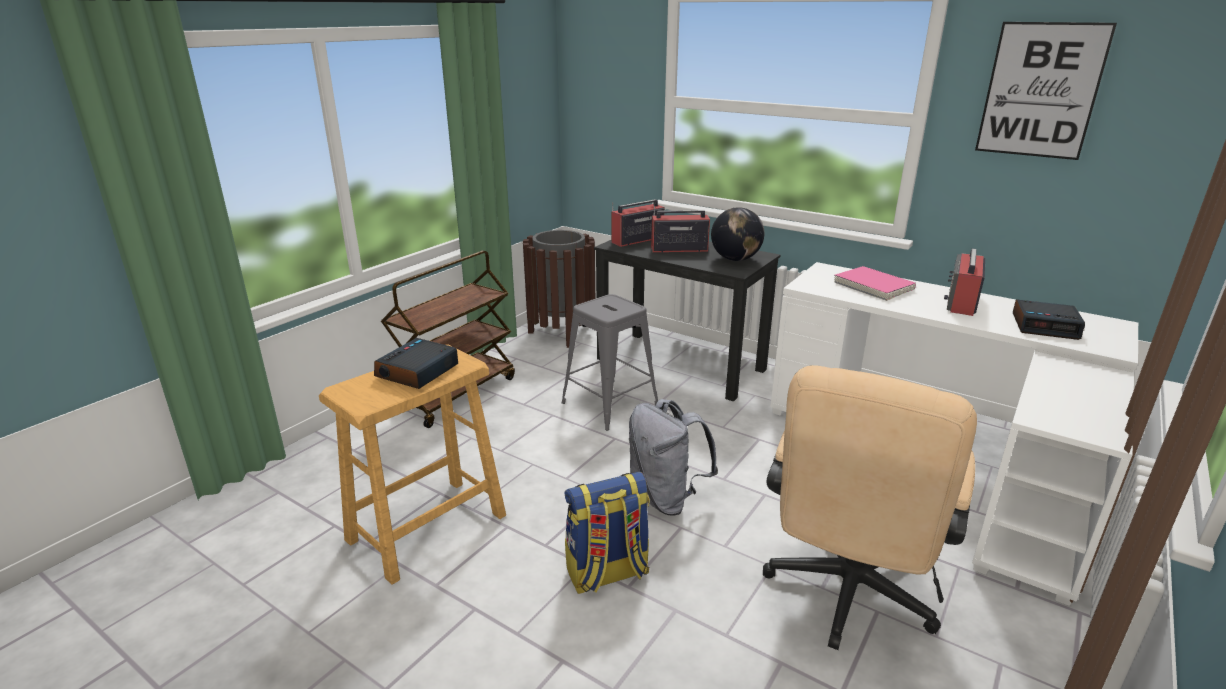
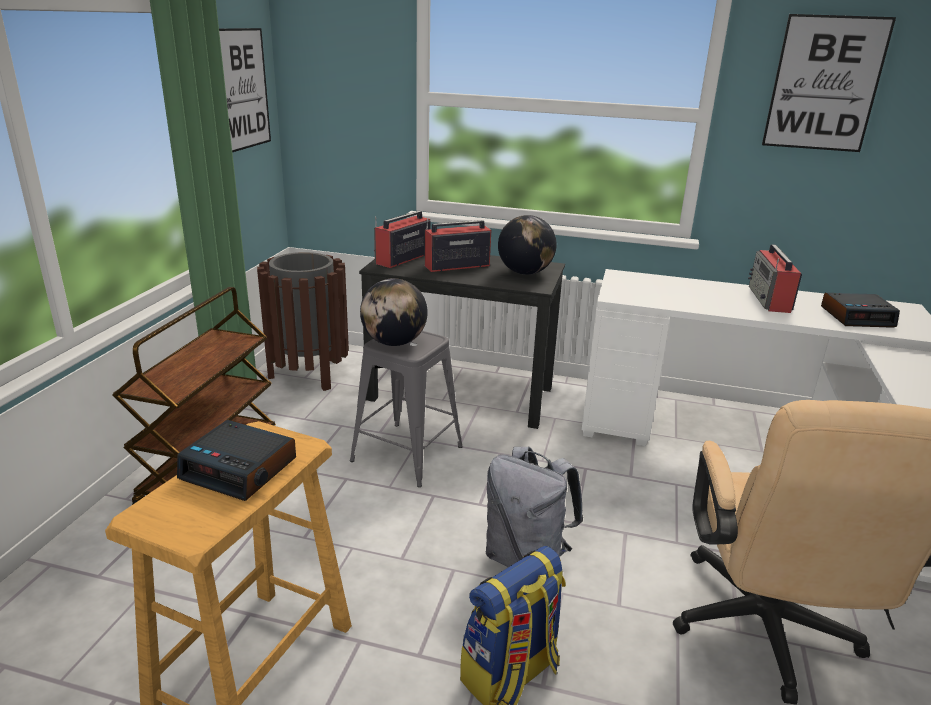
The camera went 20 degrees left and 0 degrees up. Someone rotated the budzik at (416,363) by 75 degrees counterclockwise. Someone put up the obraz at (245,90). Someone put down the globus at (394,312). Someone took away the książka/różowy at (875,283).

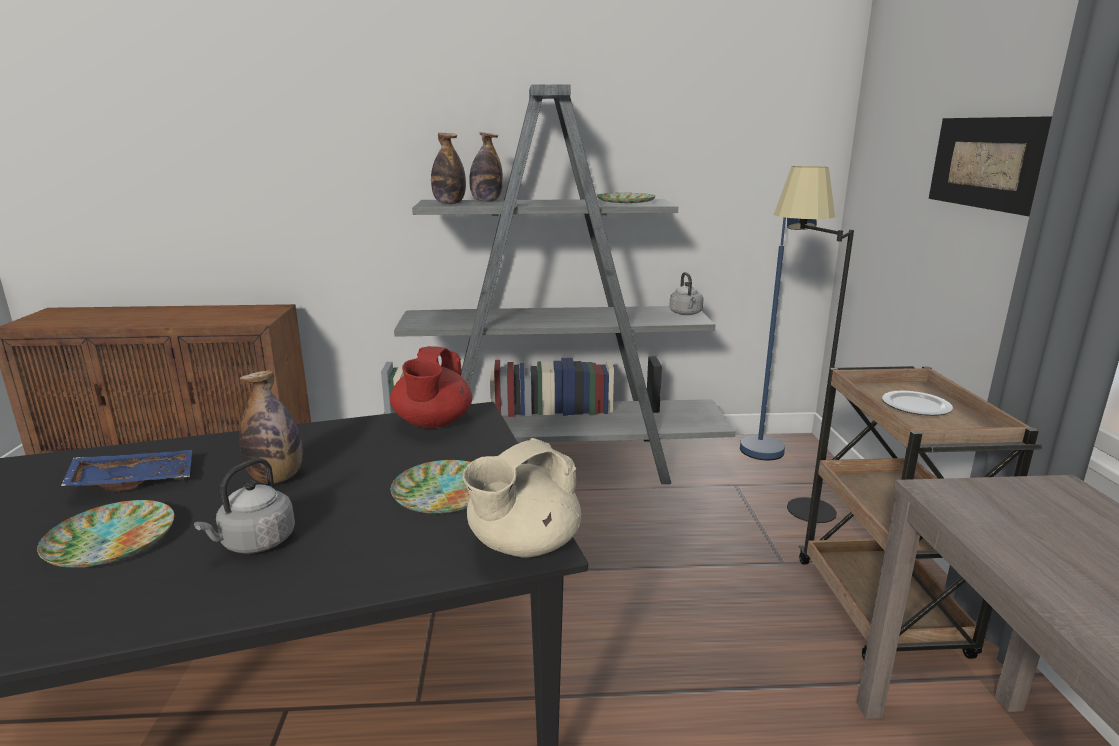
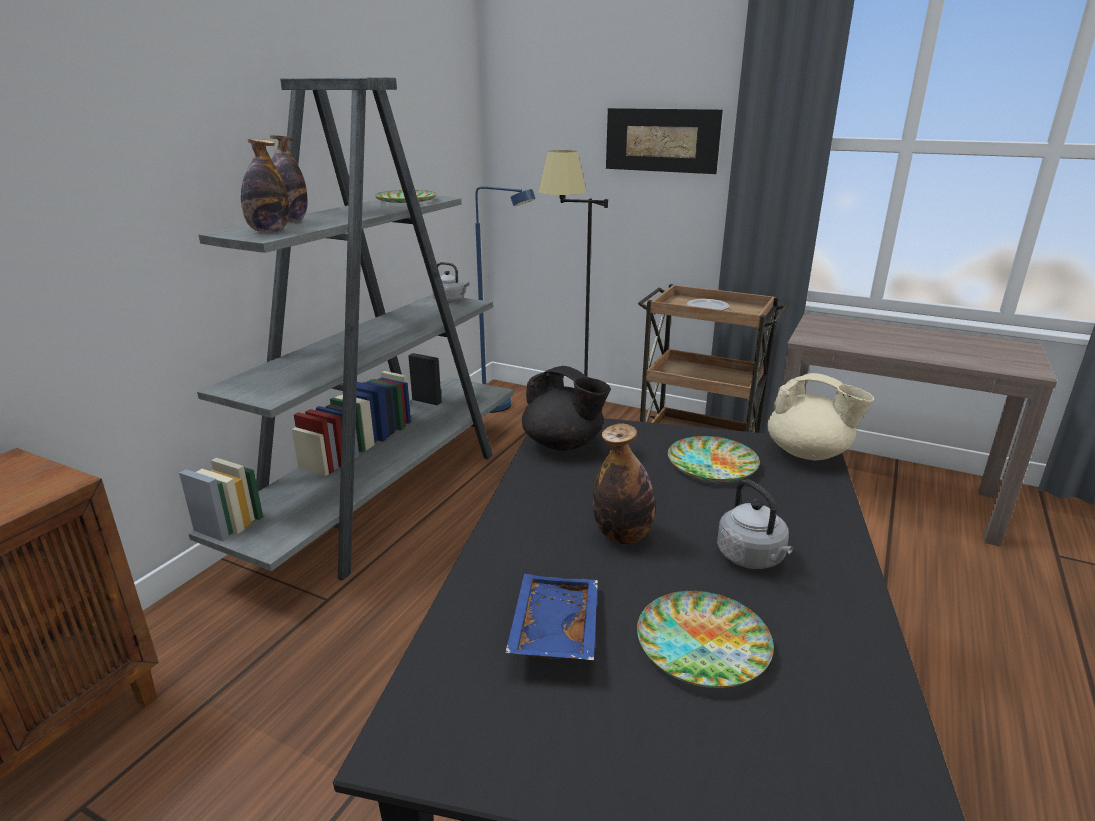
The camera went 60 degrees left and 5 degrees up. Someone repainted the imbryk/czerwony at (431,387), which became the imbryk/czarny at (566,408). Someone rotated the imbryk/beżowy at (522,498) by 45 degrees counterclockwise.

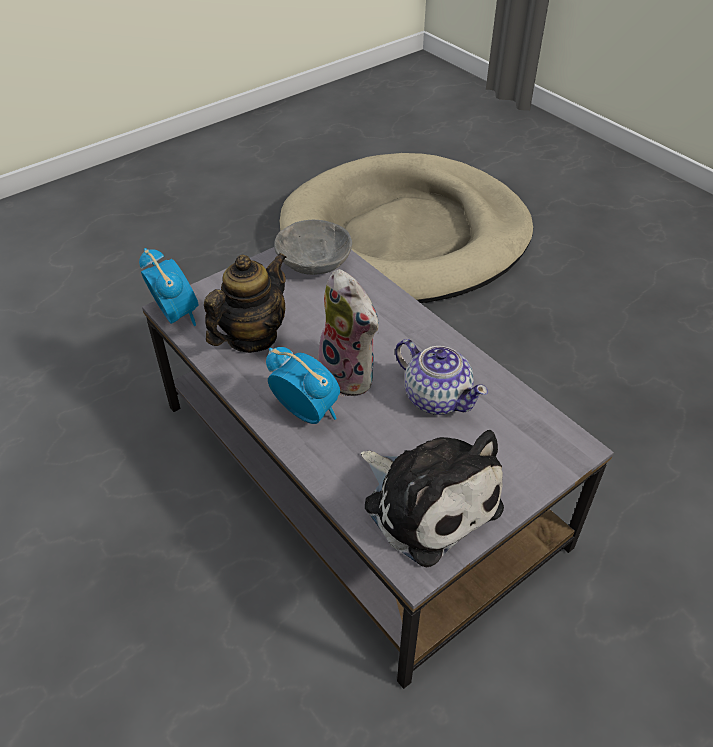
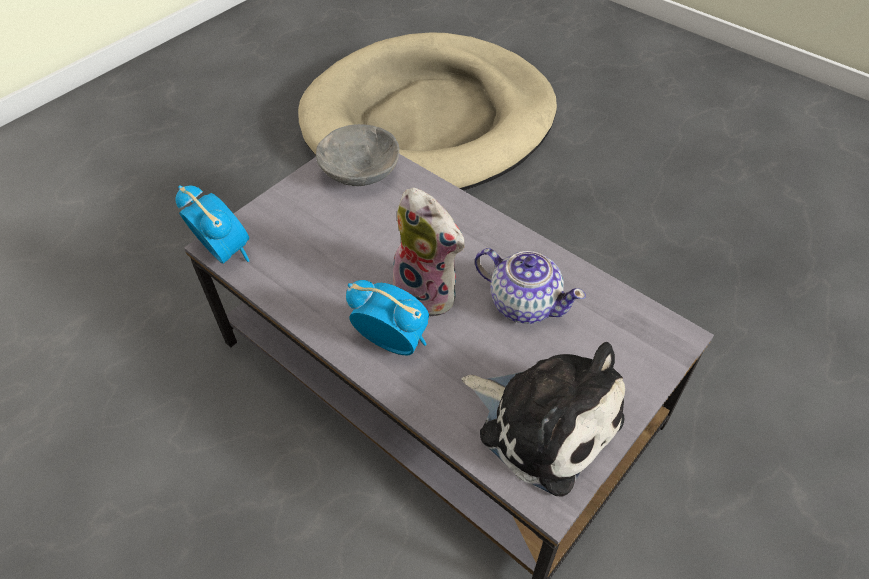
The camera went 10 degrees left and 5 degrees up. Someone took away the imbryk at (245,302).

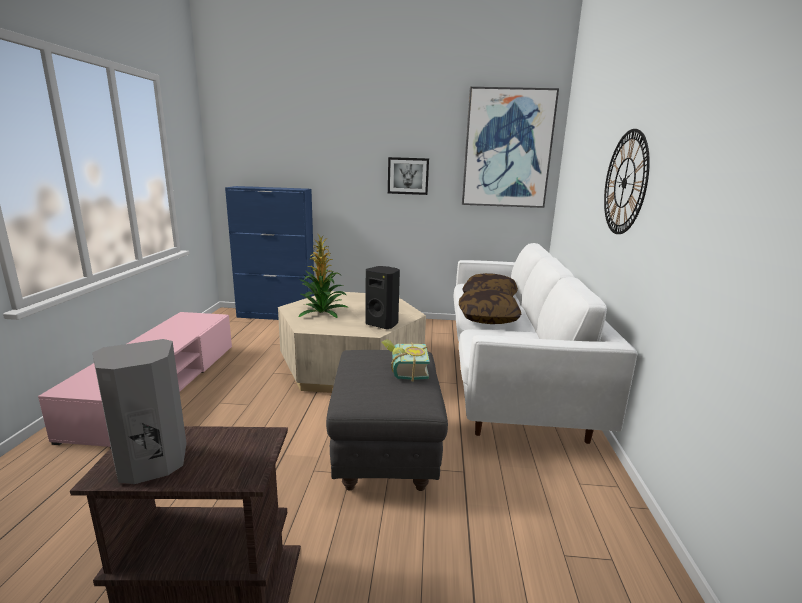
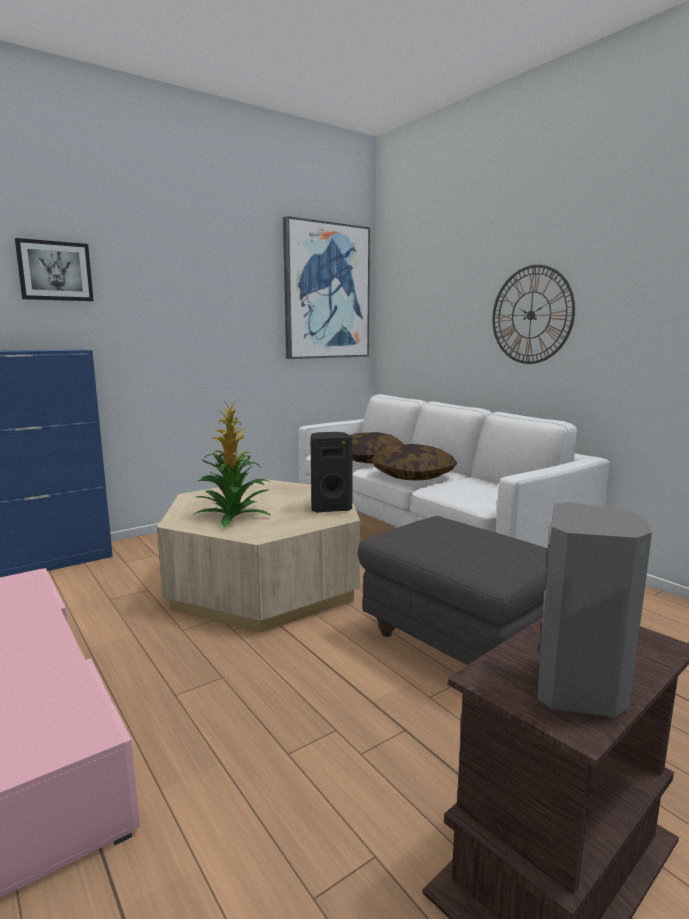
The camera went 40 degrees left and 5 degrees down. Someone carried the obraz from (408,176) to (54,269). Someone took away the książka at (406,360).

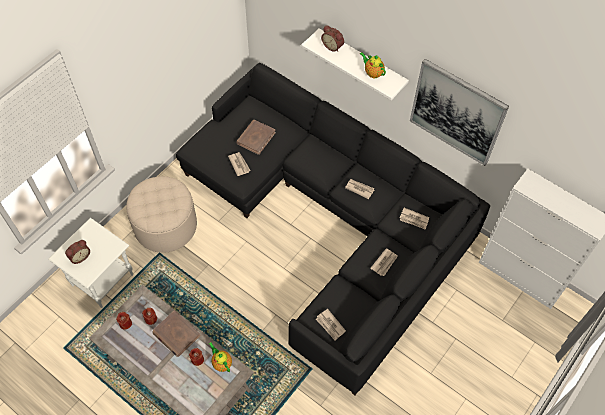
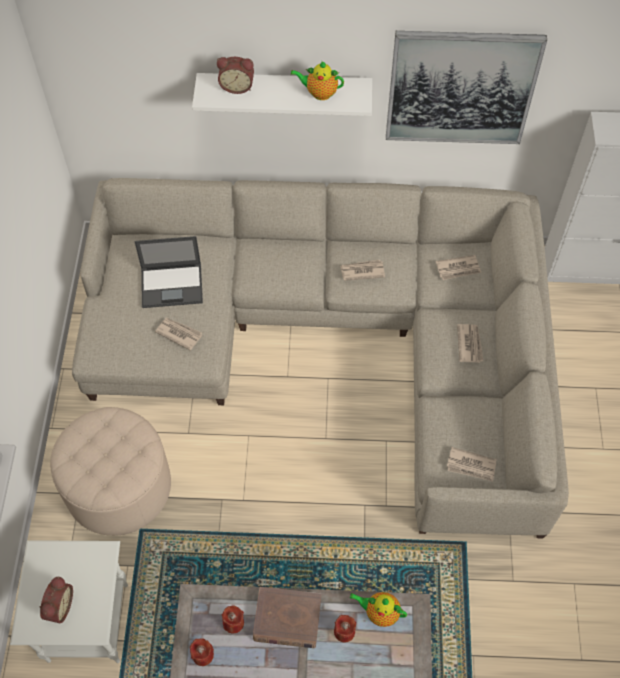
The camera went 35 degrees left and 0 degrees up. Someone repainted the kanapa/czarny at (333,229), which became the kanapa/beżowy at (320,358). Someone swapped the książka/brązowy at (256,137) for the laptop at (168,272).

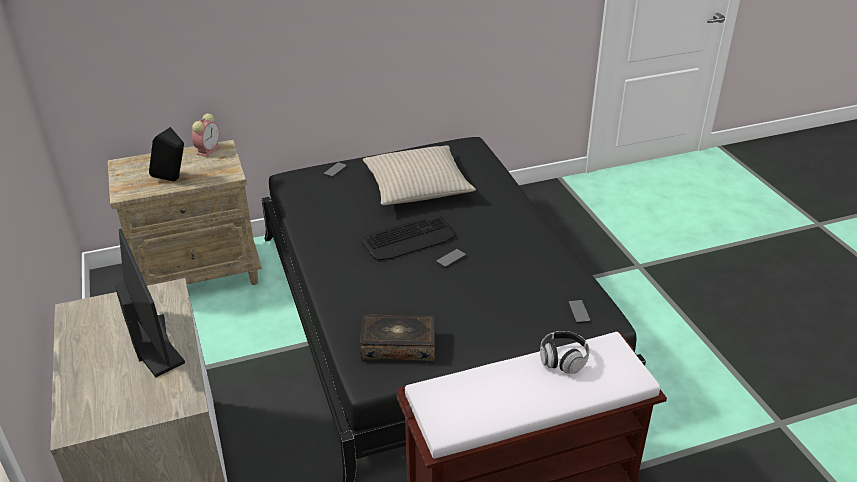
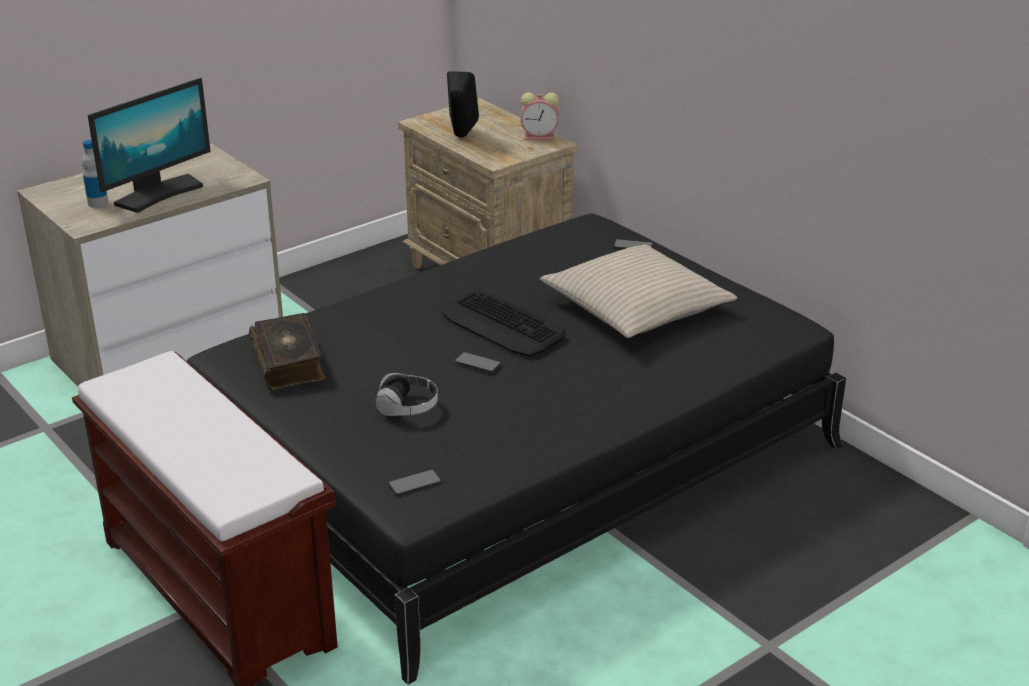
The camera went 70 degrees right and 5 degrees down. Someone put down the butelka at (95,174). Someone carried the słuchawki from (565,352) to (406,394).

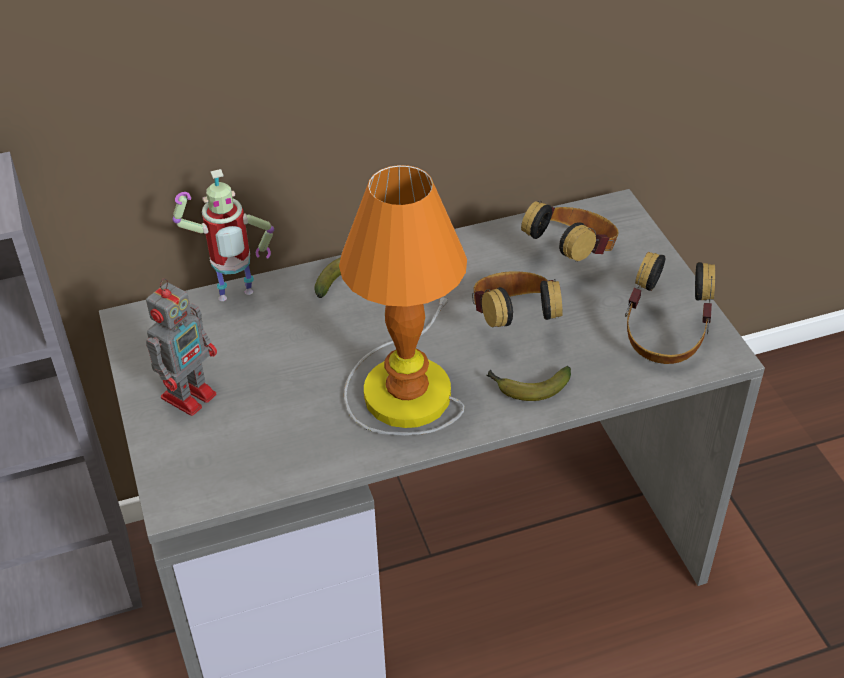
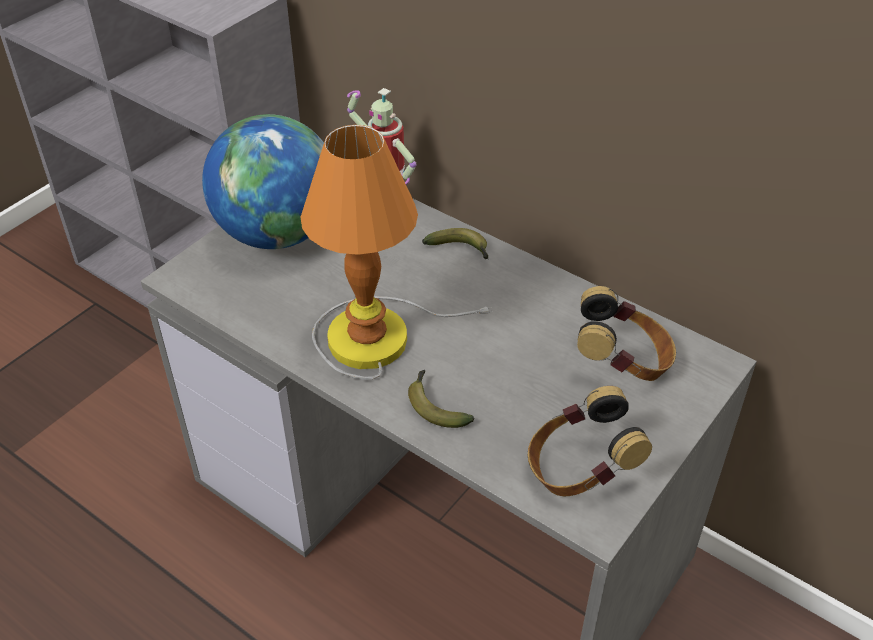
The camera went 55 degrees right and 0 degrees up. Someone swapped the robot zabawkowy at (181,347) for the globus at (263,181). Someone took away the słuchawki at (517,299).

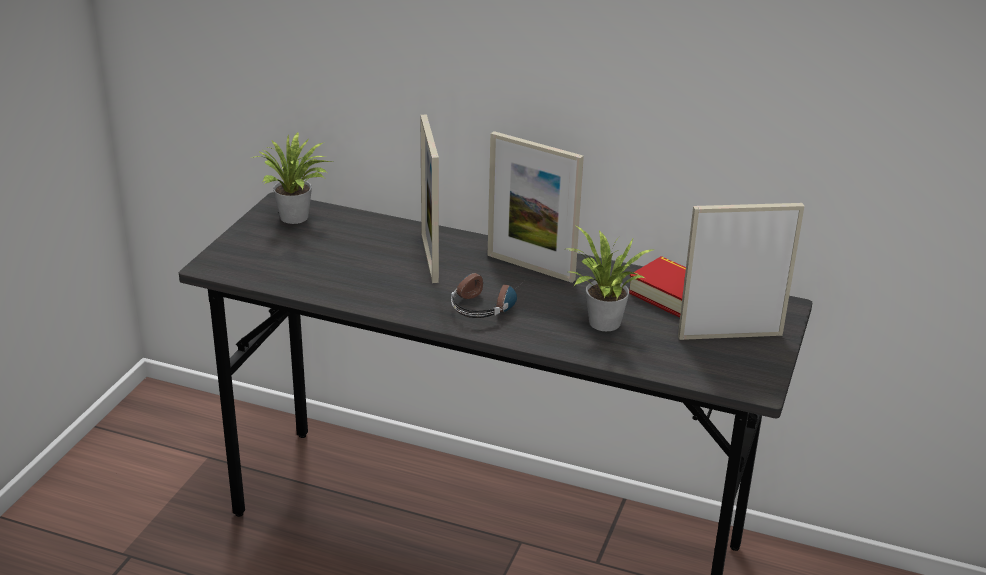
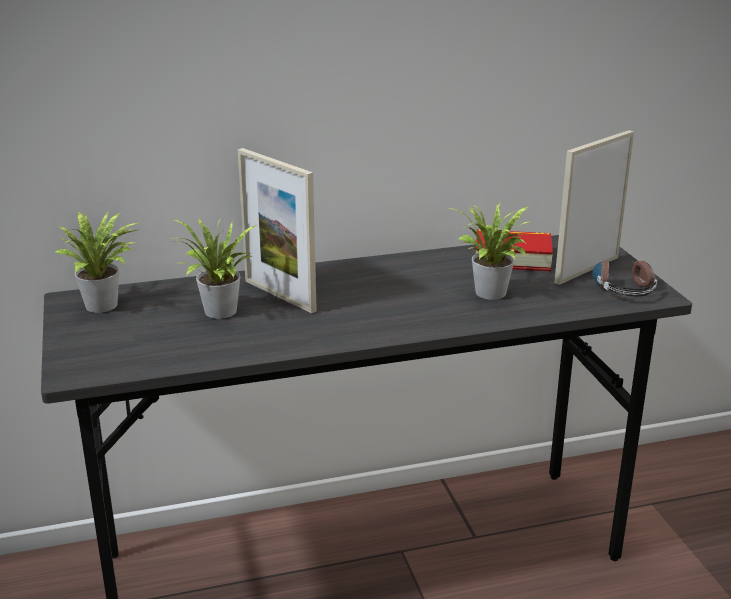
The camera went 35 degrees left and 5 degrees down. Someone put down the roślina doniczkowa at (214,268). Someone carried the słuchawki from (487,295) to (624,277). Someone took away the ramka na zdjęcie at (536,207).

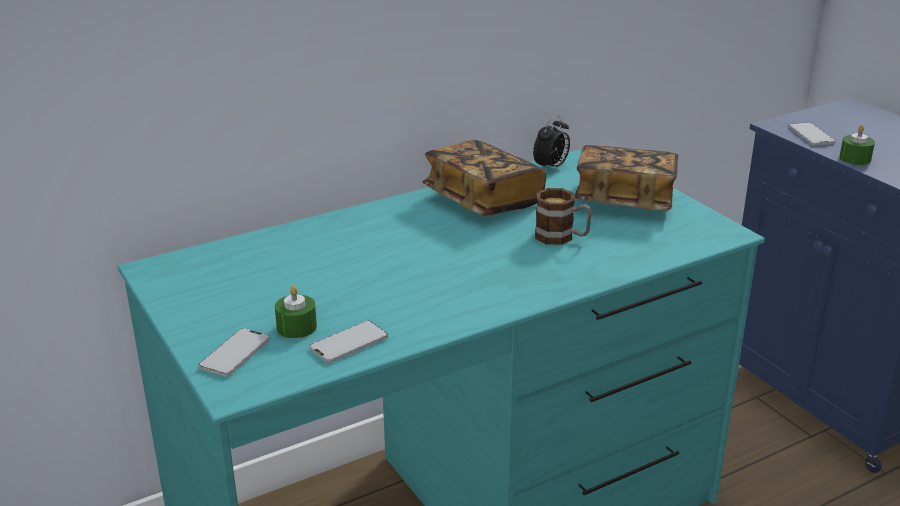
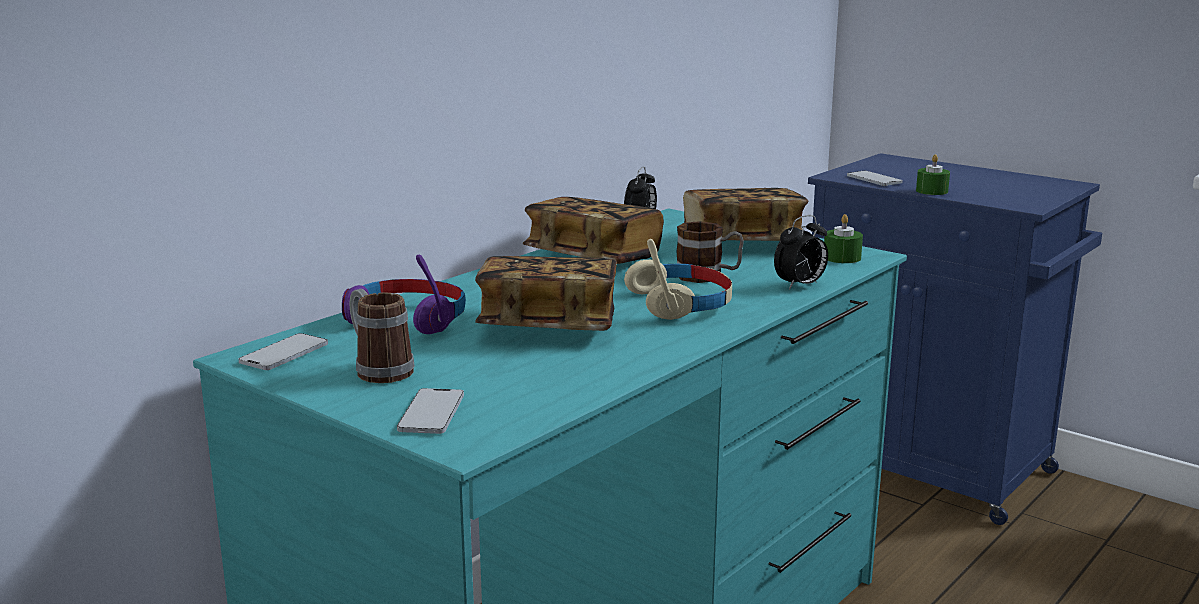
The camera went 20 degrees left and 10 degrees down. Someone carried the telefon from (348,341) to (283,351). Someone put down the słuchawki/fioletowy at (404,294). Someone put down the kubek at (382,336). Someone put down the książka at (546,293). Someone put down the słuchawki/beżowy at (678,279). Someone put down the budzik at (801,252). Someone carried the świeca/zielony from (296,312) to (843,238).

